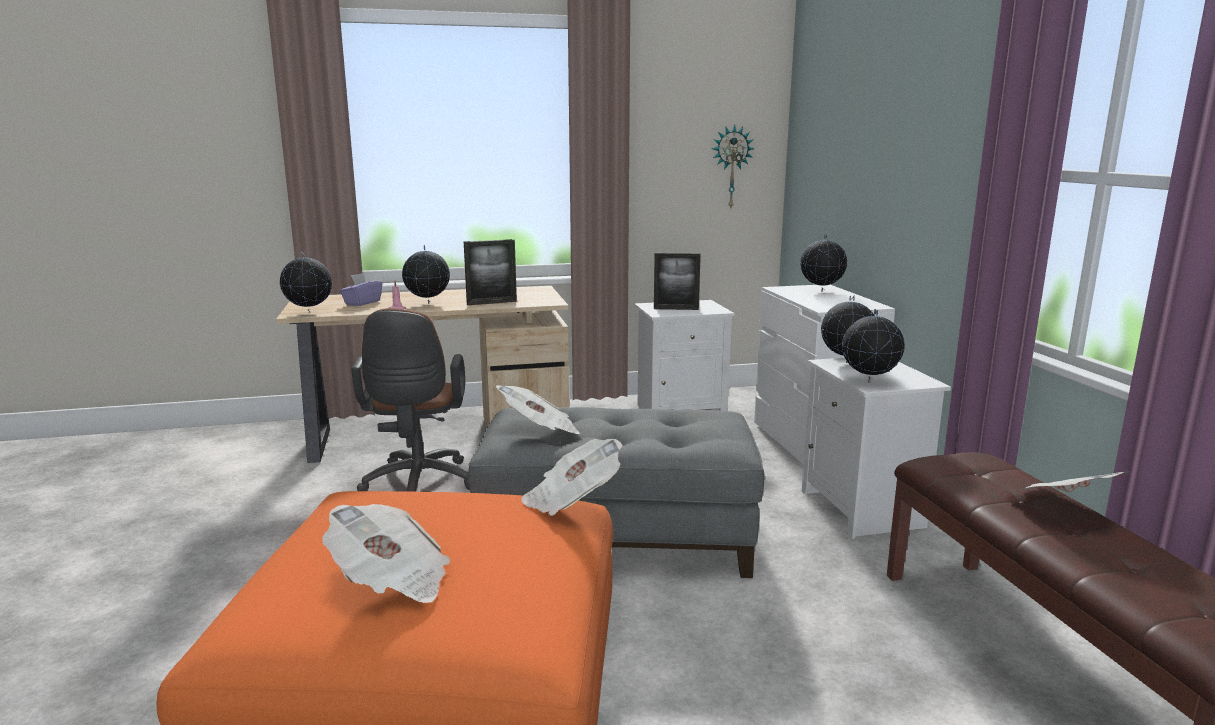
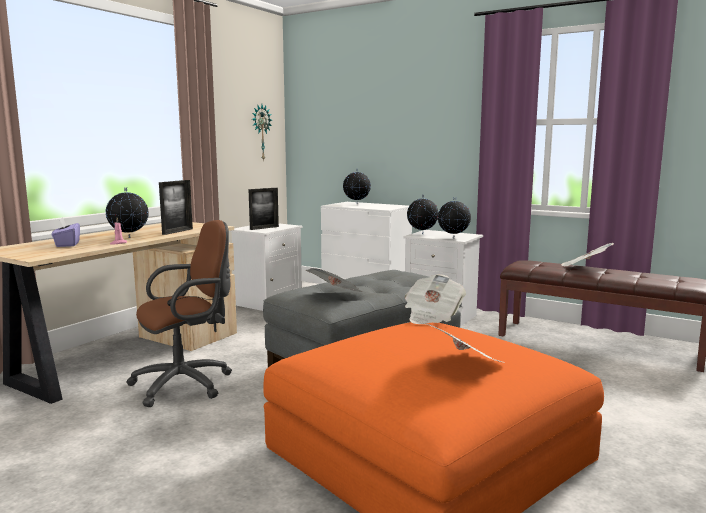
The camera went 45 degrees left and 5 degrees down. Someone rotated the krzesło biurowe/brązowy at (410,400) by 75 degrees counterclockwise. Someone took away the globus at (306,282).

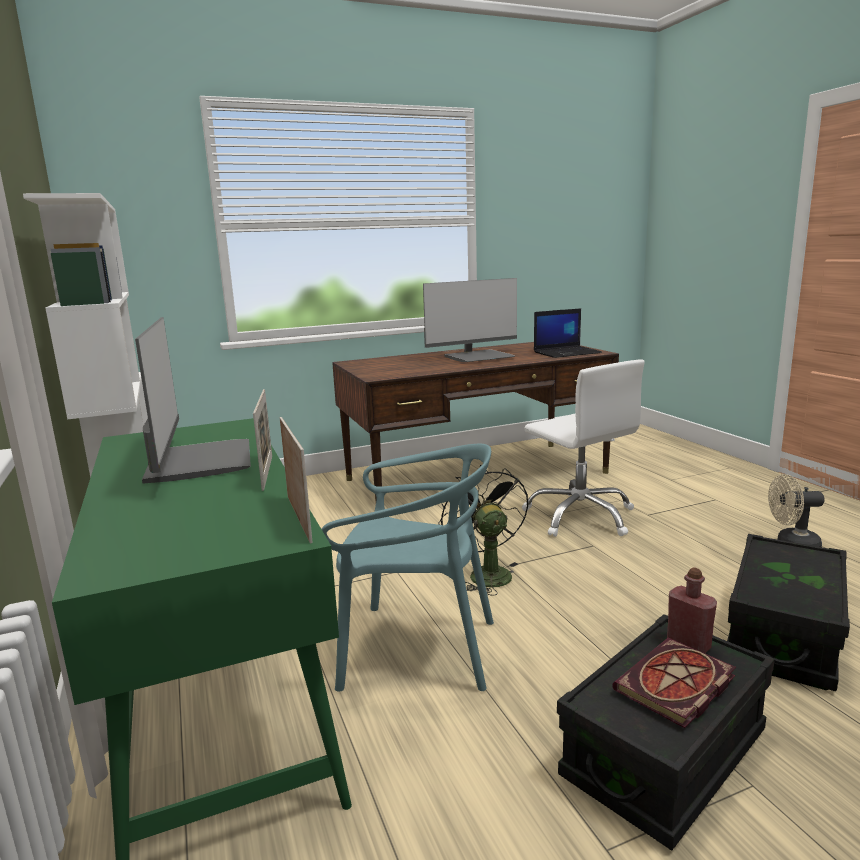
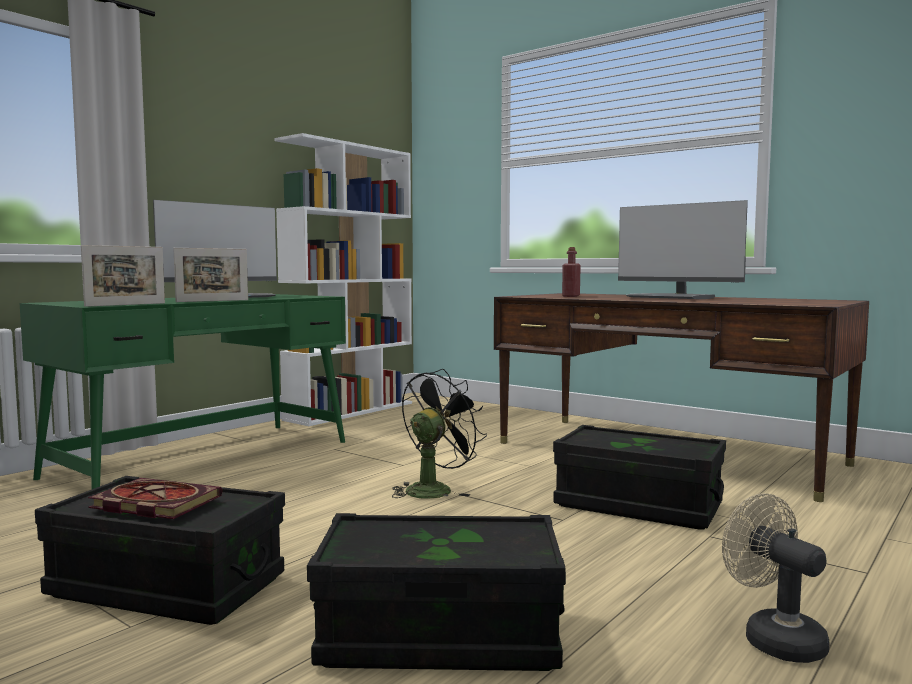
The camera went 60 degrees right and 10 degrees down. Someone swapped the krzesło biurowe/biały at (583,448) for the pojemnik do przechowywania/czarny at (639,477). Someone carried the butelka/czerwony from (692,610) to (571,272). Someone took away the krzesło/turkusowy at (407,568). Someone took away the laptop at (568,333).

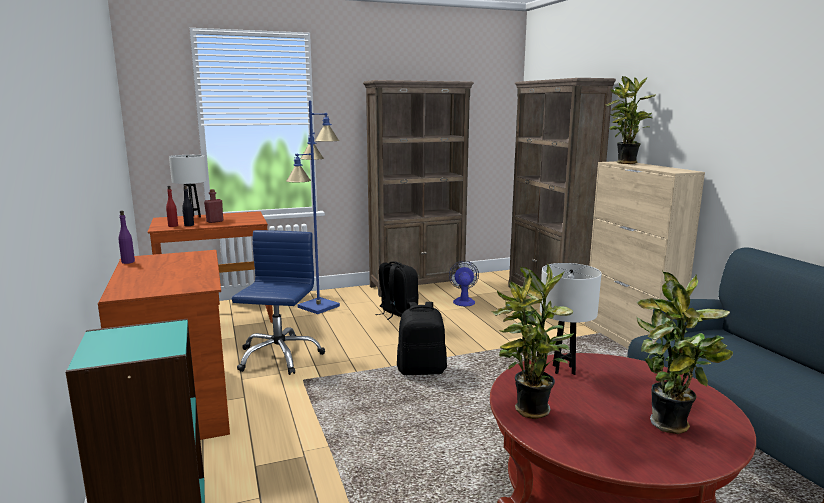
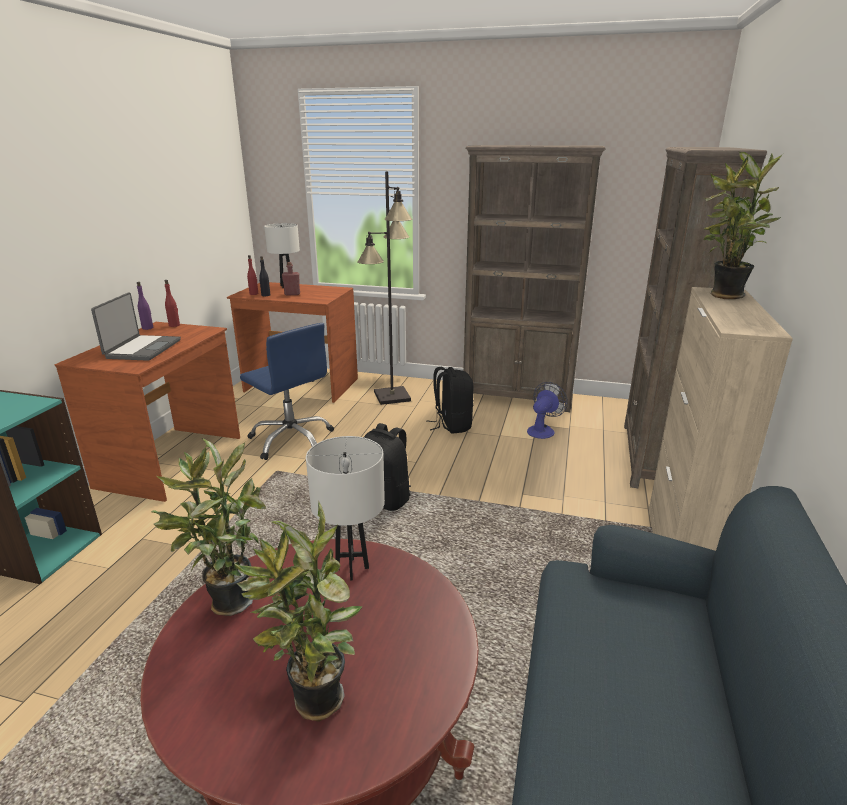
The camera went 35 degrees right and 10 degrees up. Someone put down the laptop at (136,326). Someone put down the butelka/czerwony at (172,303). Someone rotated the krzesło biurowe/niebieski at (278,302) by 90 degrees clockwise. Someone repainted the lampa stojąca/niebieski at (313,207), which became the lampa stojąca/czarny at (384,288).

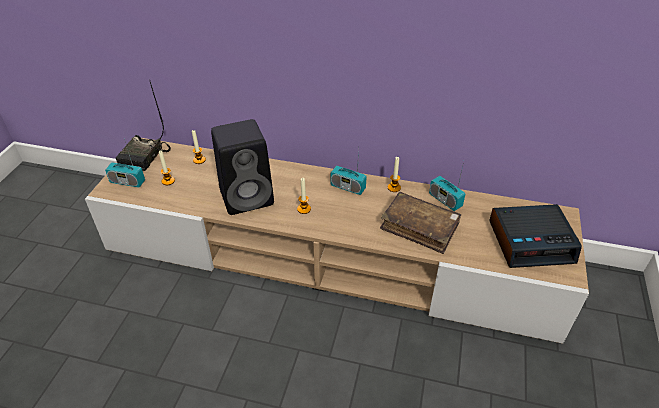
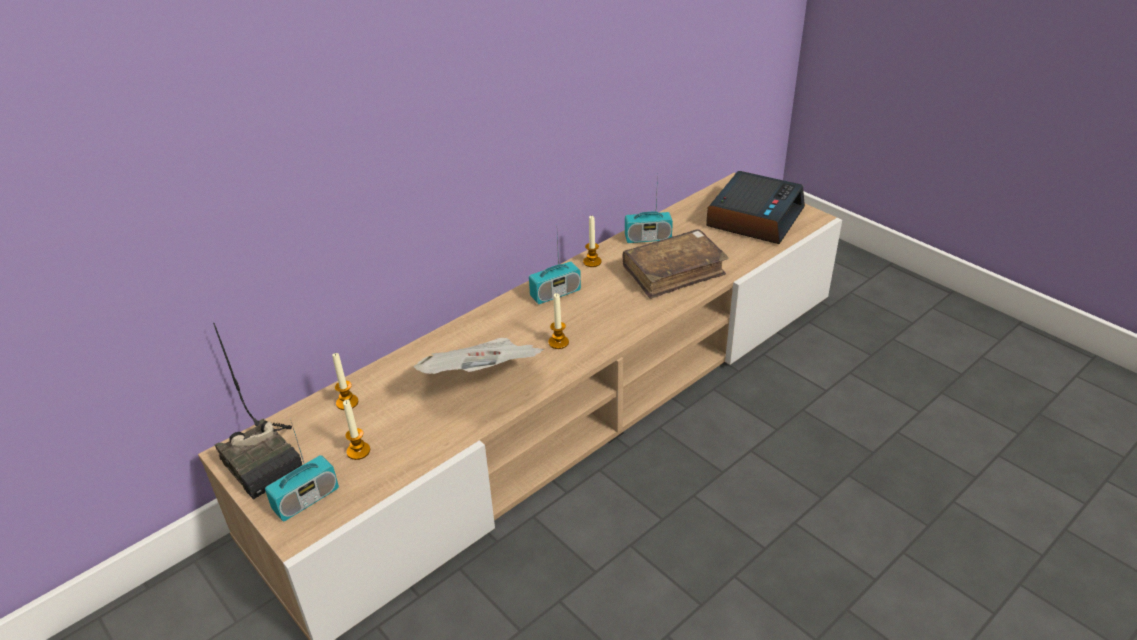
The camera went 55 degrees left and 5 degrees down. Someone swapped the głośnik/czarny at (242,167) for the gazeta at (479,356).

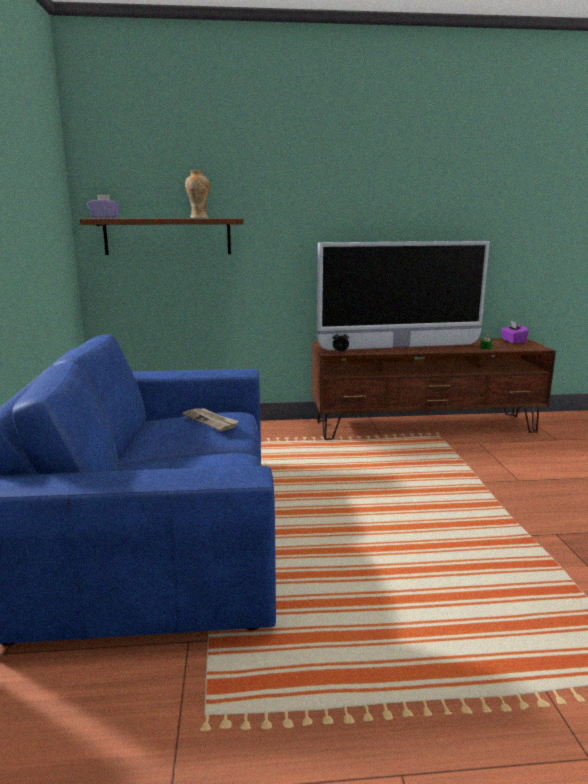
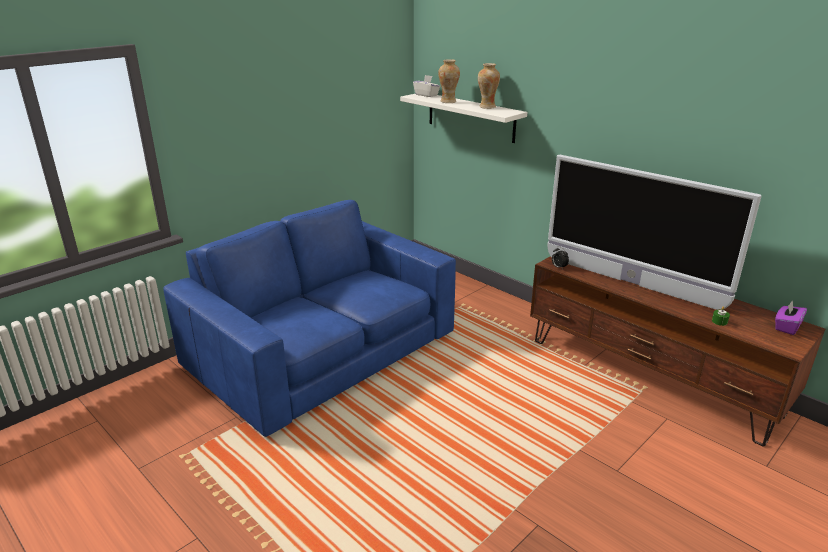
The camera went 50 degrees right and 10 degrees up. Someone repainted the półka/brązowy at (161,236), which became the półka/biały at (463,118). Someone repainted the pudełko chusteczek/fioletowy at (103,206), which became the pudełko chusteczek/biały at (426,86). Someone put down the wazon at (449,81). Someone took away the gazeta at (210,419).

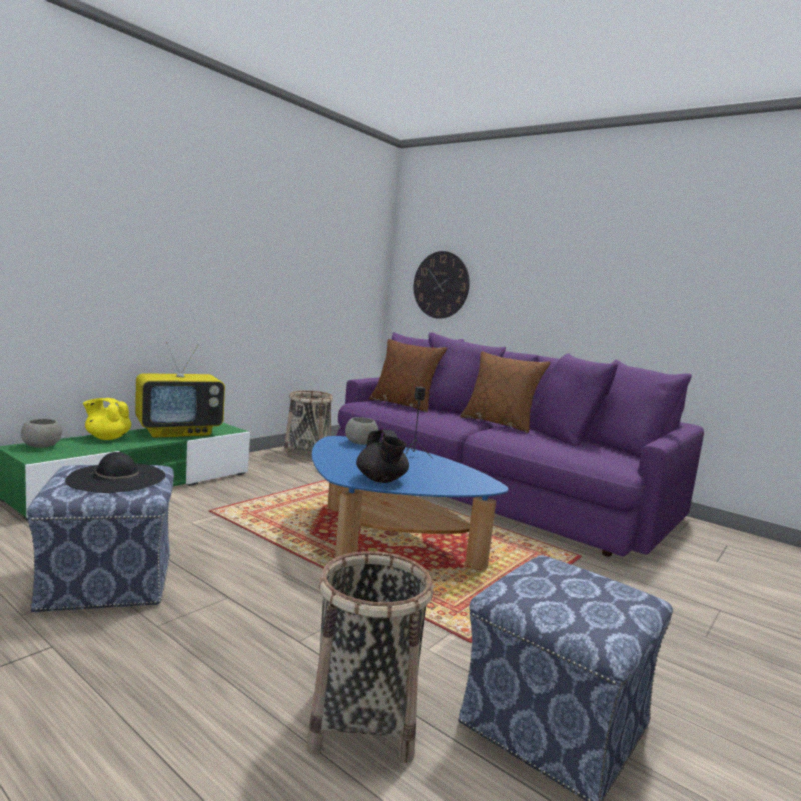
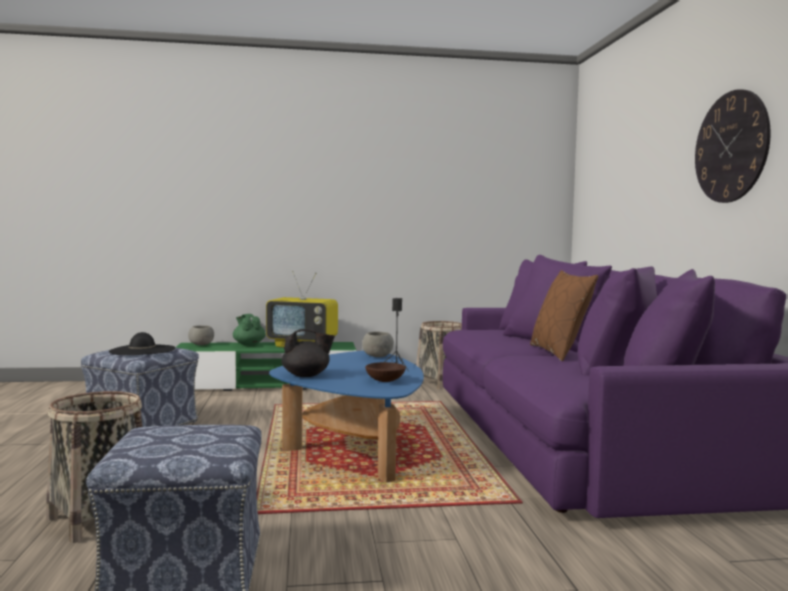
The camera went 45 degrees right and 5 degrees down. Someone repainted the imbryk/żółty at (107,419), which became the imbryk/zielony at (249,330). Someone rotated the imbryk/czarny at (382,456) by 120 degrees counterclockwise. Someone put down the miska/brązowy at (385,372). Someone carried the zegar ścienny from (442,285) to (733,146). Someone took away the poduszka/brązowy at (408,376).

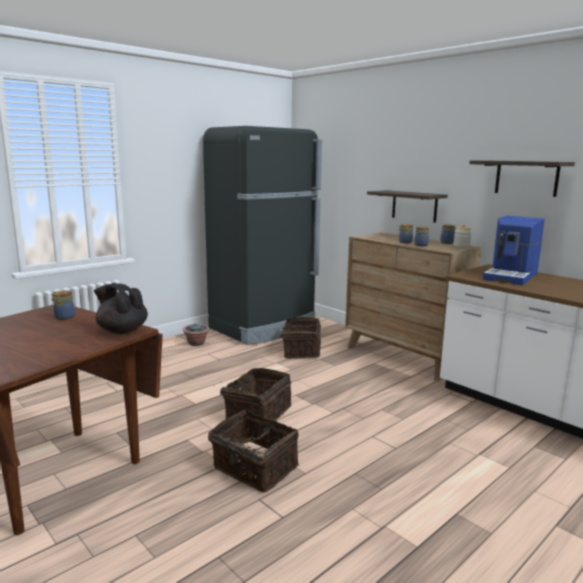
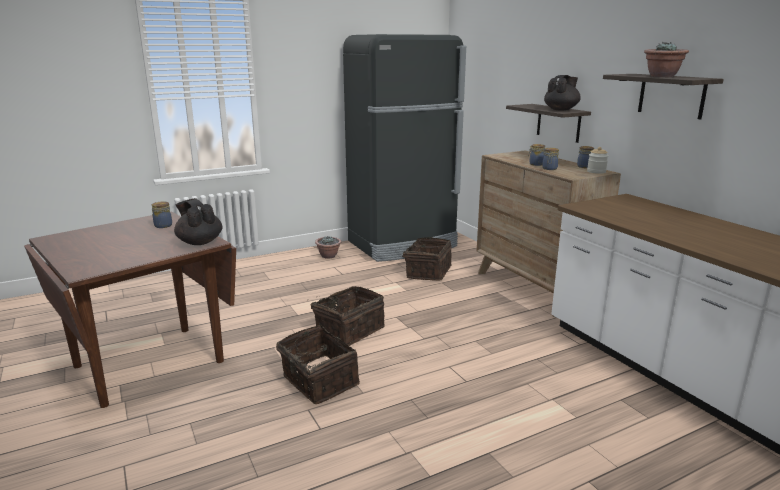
The camera went 15 degrees right and 5 degrees up. Someone put down the imbryk/czarny at (562,92). Someone put down the roślina doniczkowa at (666,59). Someone took away the ekspres do kawy at (514,250).

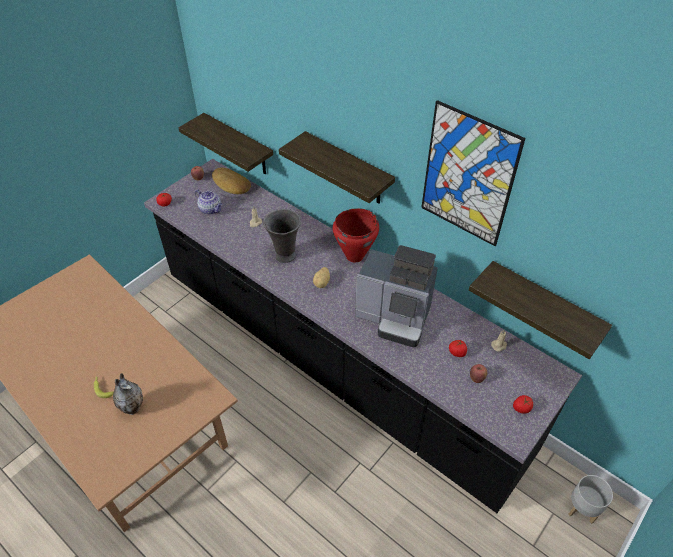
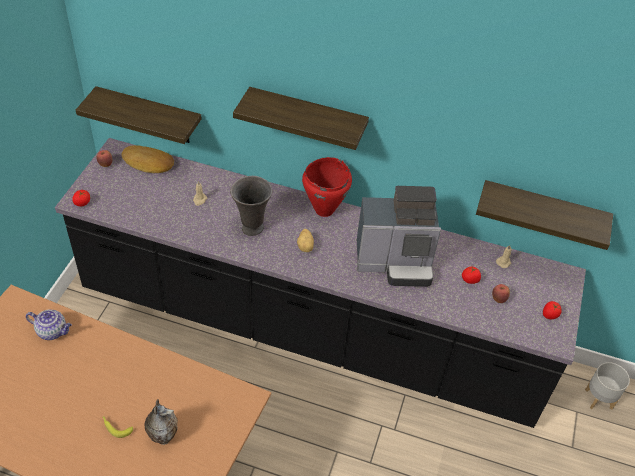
The camera went 25 degrees left and 0 degrees up. Someone carried the imbryk from (208,202) to (49,325). Someone took away the obraz at (473,173).

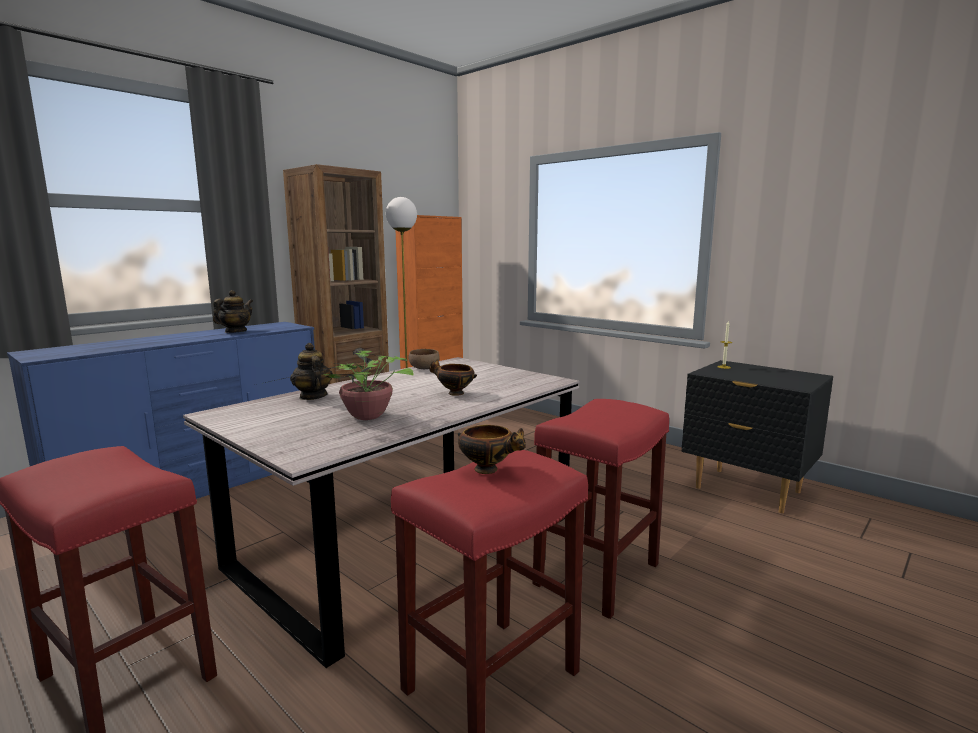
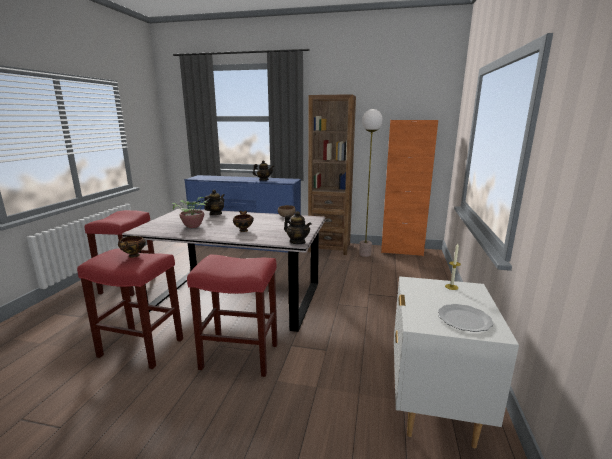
The camera went 60 degrees right and 5 degrees up. Someone put down the imbryk at (298,227). Someone repainted the szafka nocna/czarny at (757,436), which became the szafka nocna/biały at (456,362). Someone put down the talerz at (466,318).

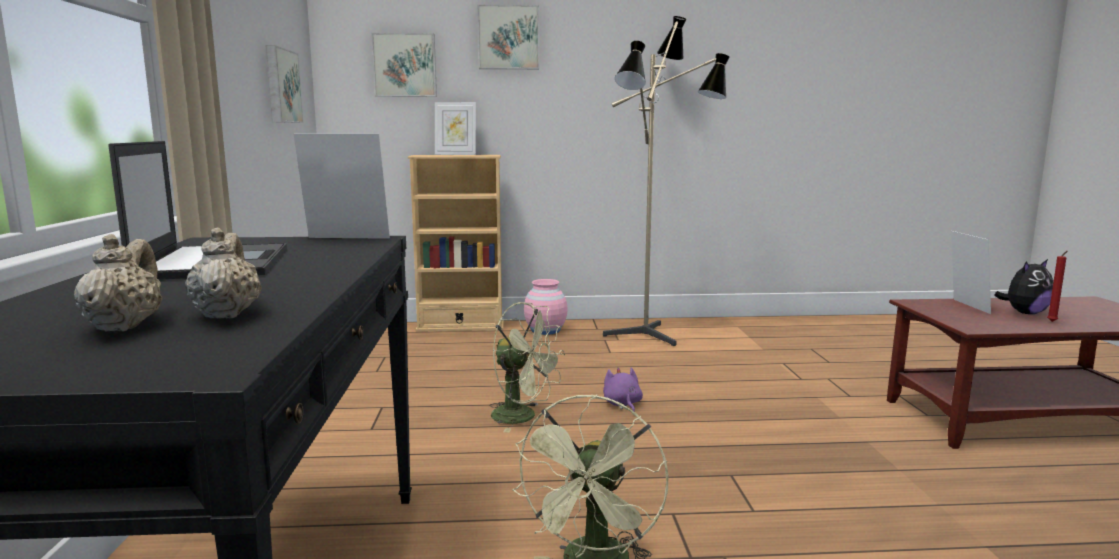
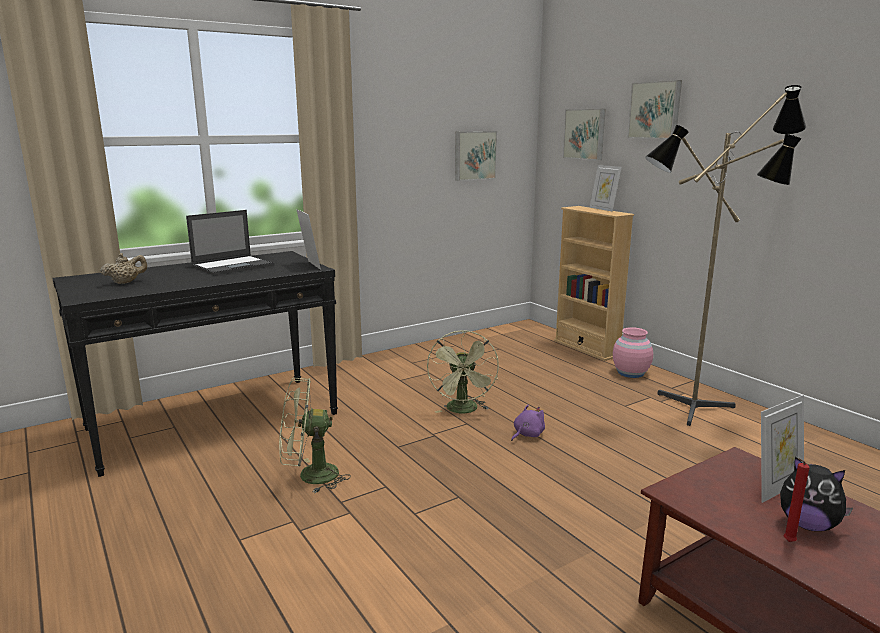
The camera went 60 degrees right and 5 degrees up. Someone took away the imbryk/beżowy at (223,272).

